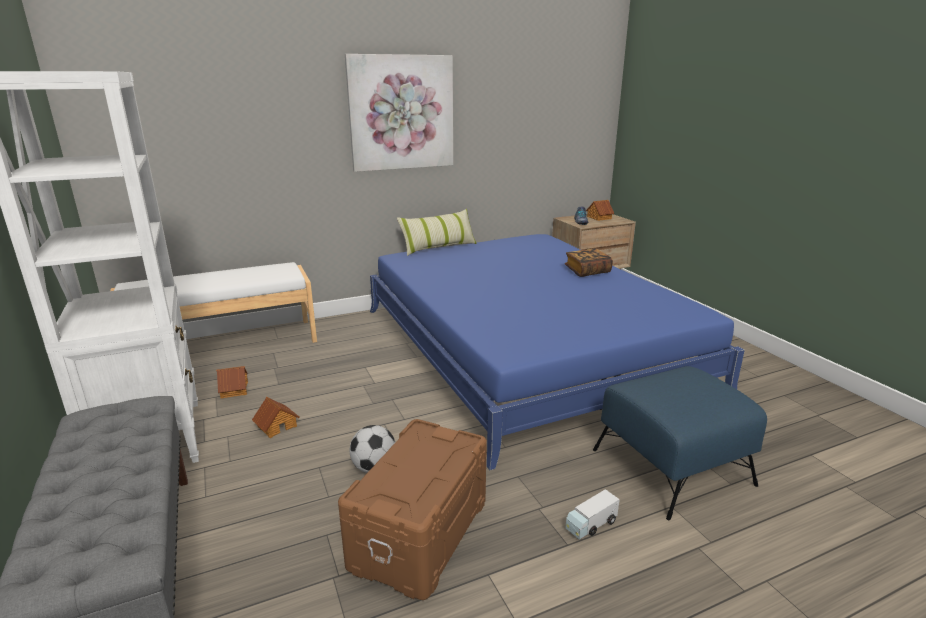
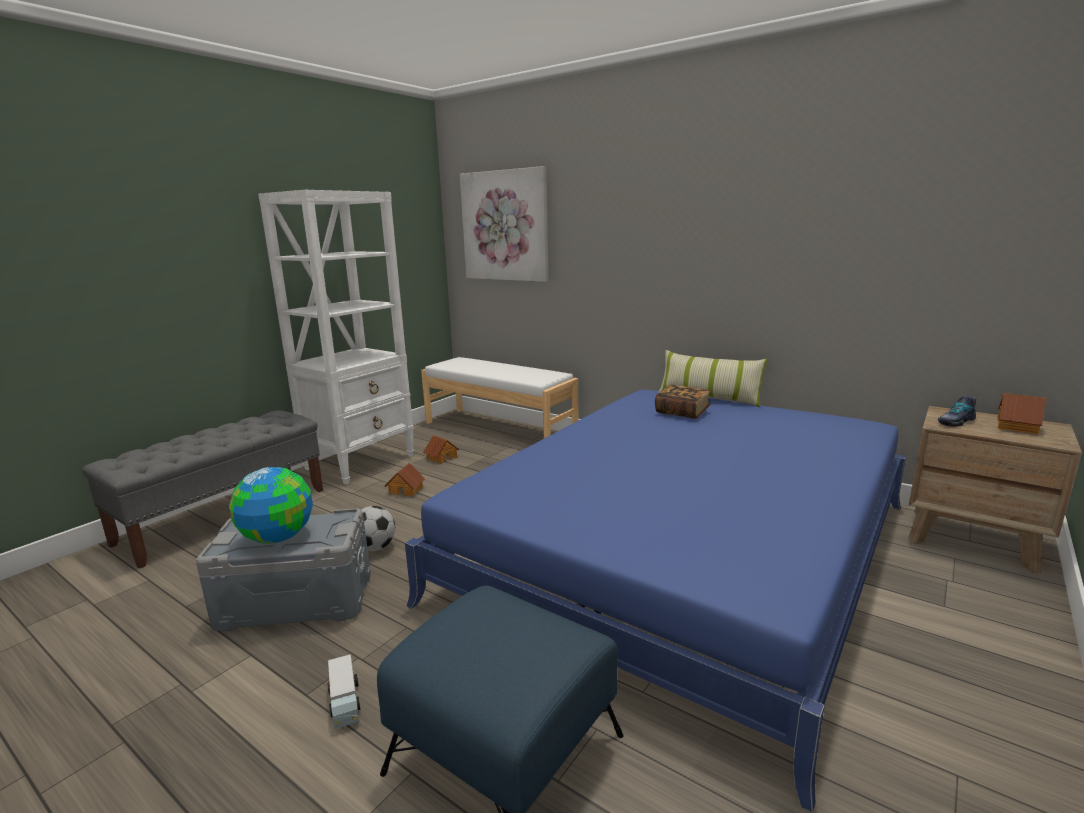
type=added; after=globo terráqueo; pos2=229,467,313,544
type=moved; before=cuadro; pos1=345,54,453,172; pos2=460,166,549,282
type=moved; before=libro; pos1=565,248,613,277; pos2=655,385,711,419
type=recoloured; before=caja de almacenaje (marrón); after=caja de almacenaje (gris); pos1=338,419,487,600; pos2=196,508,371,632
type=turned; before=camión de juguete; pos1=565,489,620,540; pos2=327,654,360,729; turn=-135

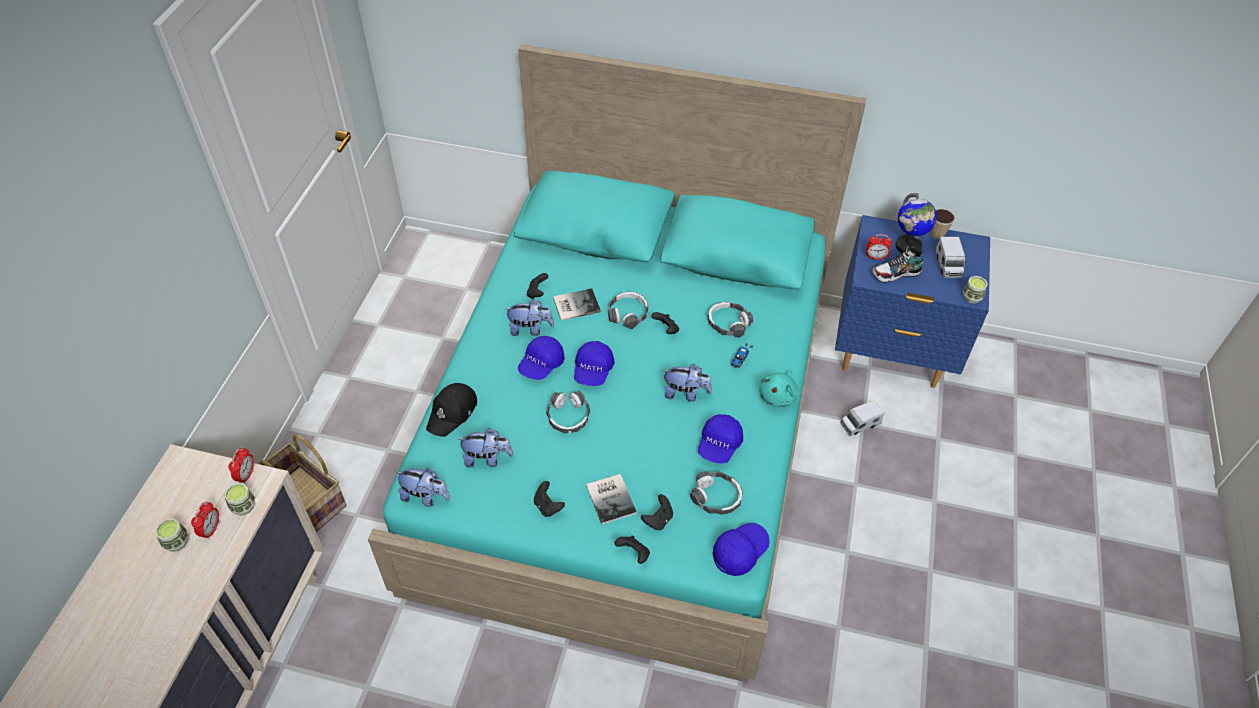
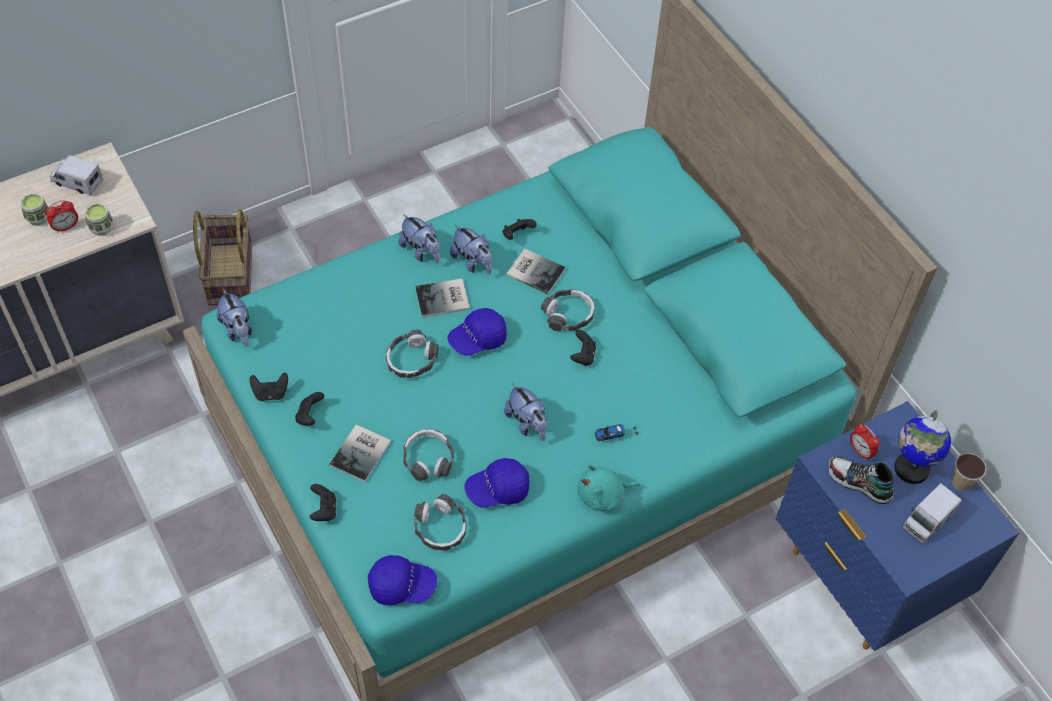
type=removed; before=despertador; pos1=228,447,254,484
type=removed; before=gorra (negro); pos1=426,383,477,437
type=removed; before=taza; pos1=963,276,988,304
type=moved; before=peluche; pos1=457,428,514,468; pos2=399,214,440,263
type=moved; before=mando de consola (negro); pos1=641,494,673,530; pos2=250,373,288,401
type=moved; before=auriculares; pos1=707,302,754,338; pos2=403,429,454,481
type=moved; before=camión de juguete; pos1=840,400,884,436; pos2=50,155,104,196
type=replaced; before=gorra (azul); after=libro; pos1=518,336,565,380; pos2=415,279,470,317

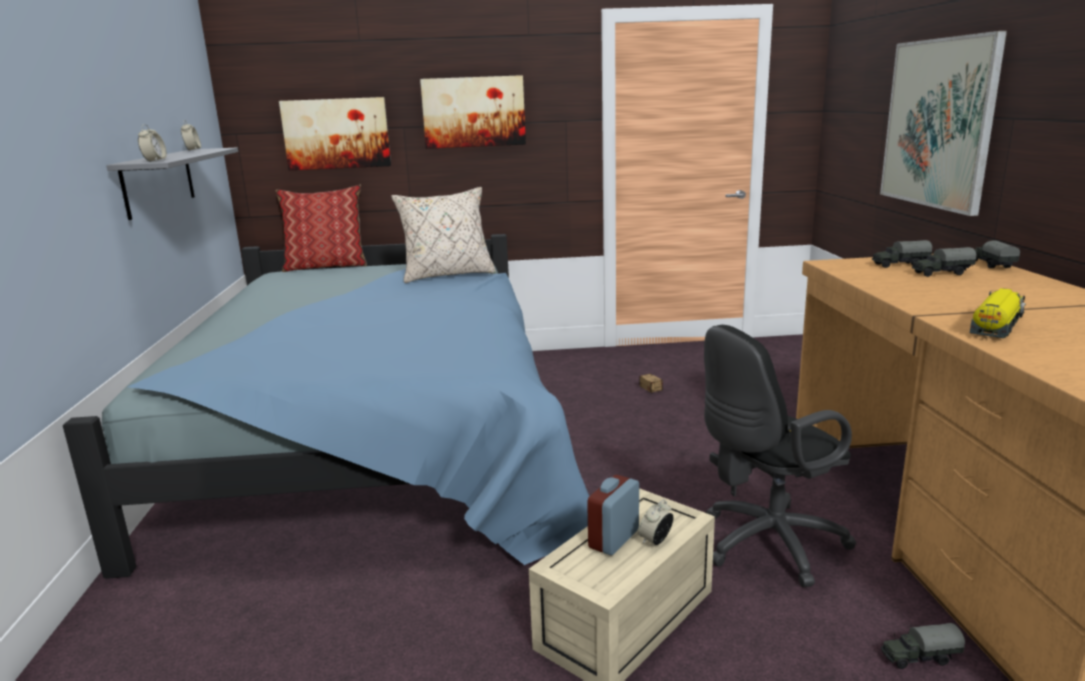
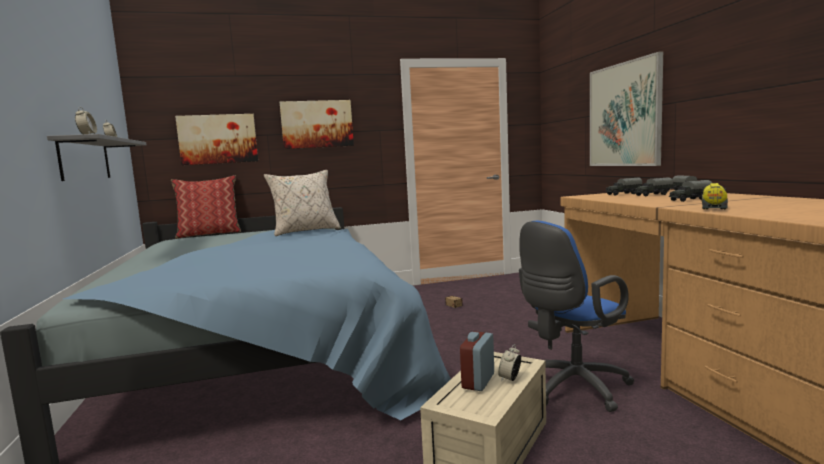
type=moved; before=camión de juguete; pos1=881,623,965,669; pos2=669,180,712,202
type=recoloured; before=silla de oficina (negro); after=silla de oficina (azul); pos1=704,325,856,587; pos2=519,221,635,412

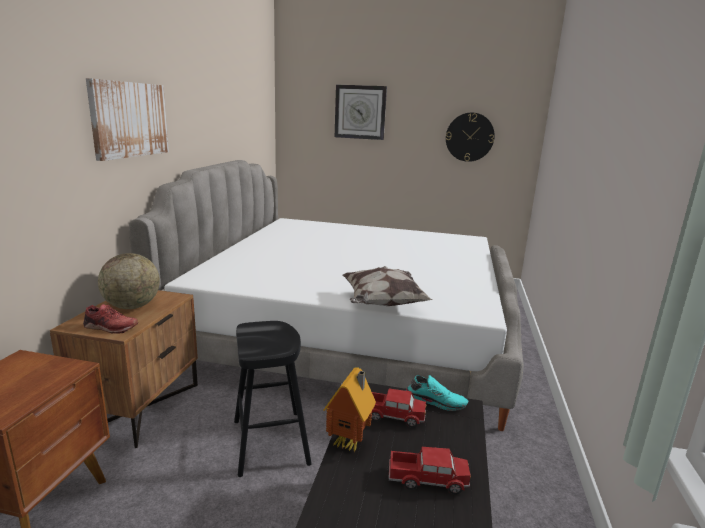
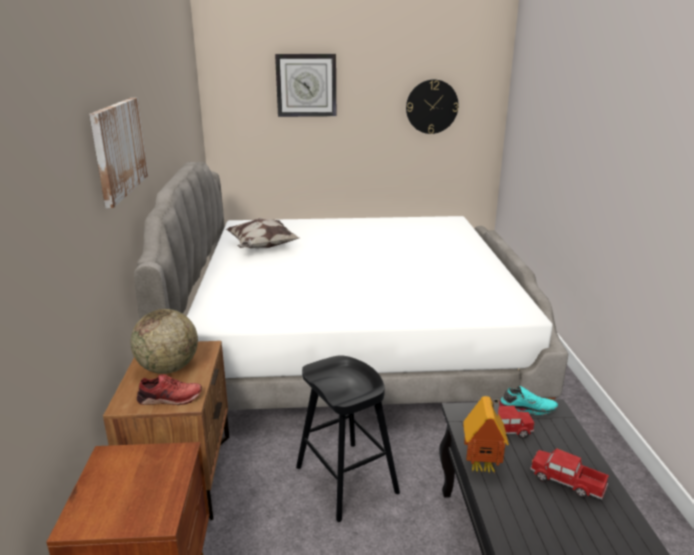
type=moved; before=cojín; pos1=342,266,432,306; pos2=226,218,299,249
type=turned; before=camión de juguete; pos1=389,447,471,495; pos2=530,448,609,500; turn=-135

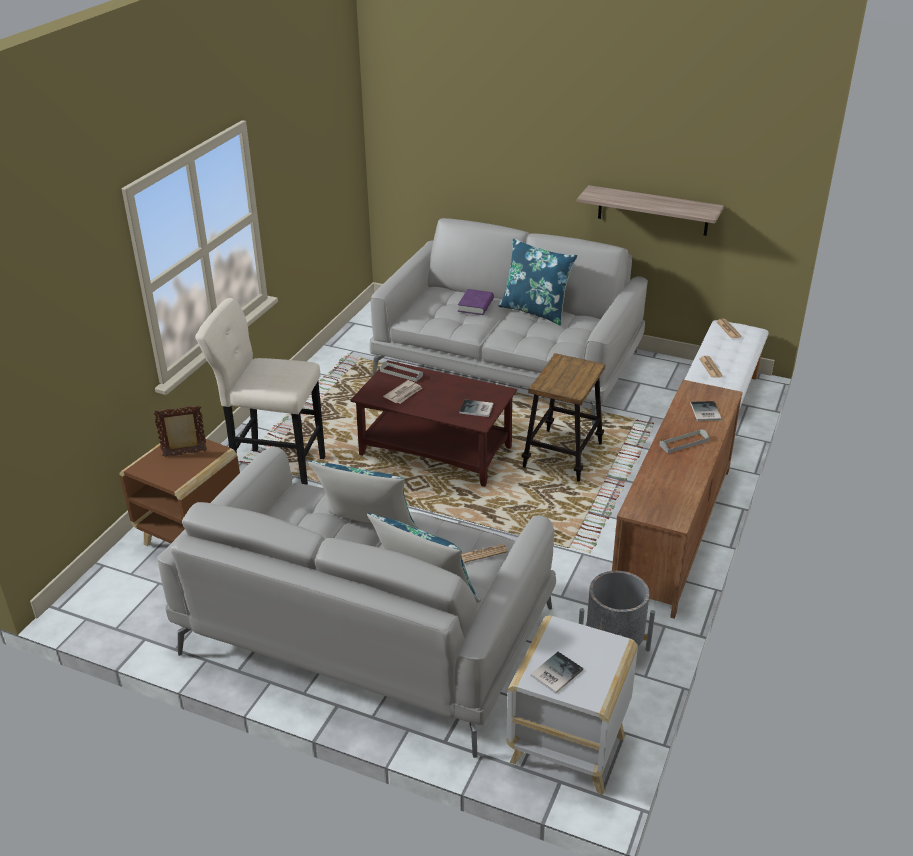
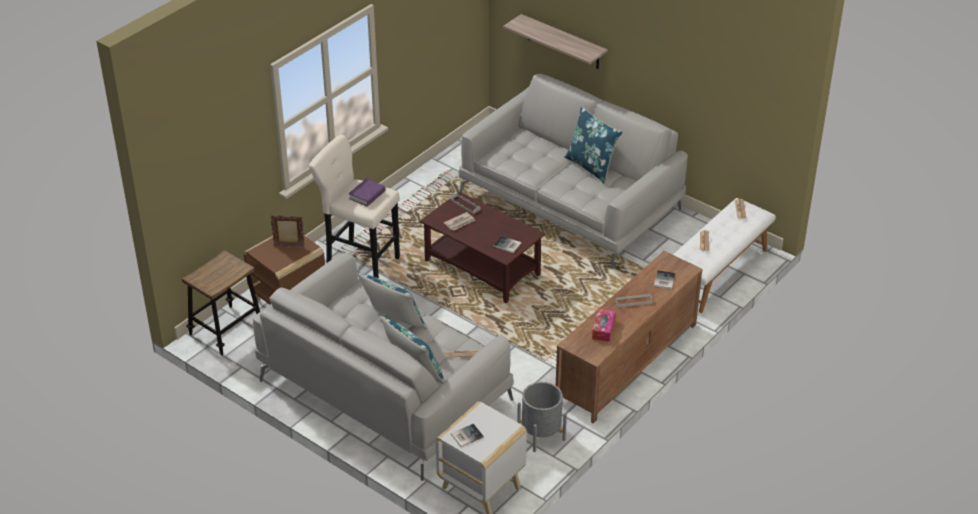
type=added; after=caja de pañuelos; pos2=592,308,616,342
type=moved; before=libro (morado); pos1=458,289,494,315; pos2=349,179,385,206
type=moved; before=taburete; pos1=522,353,605,482; pos2=182,250,260,355
type=moved; before=estante; pos1=577,185,724,236; pos2=503,14,608,69

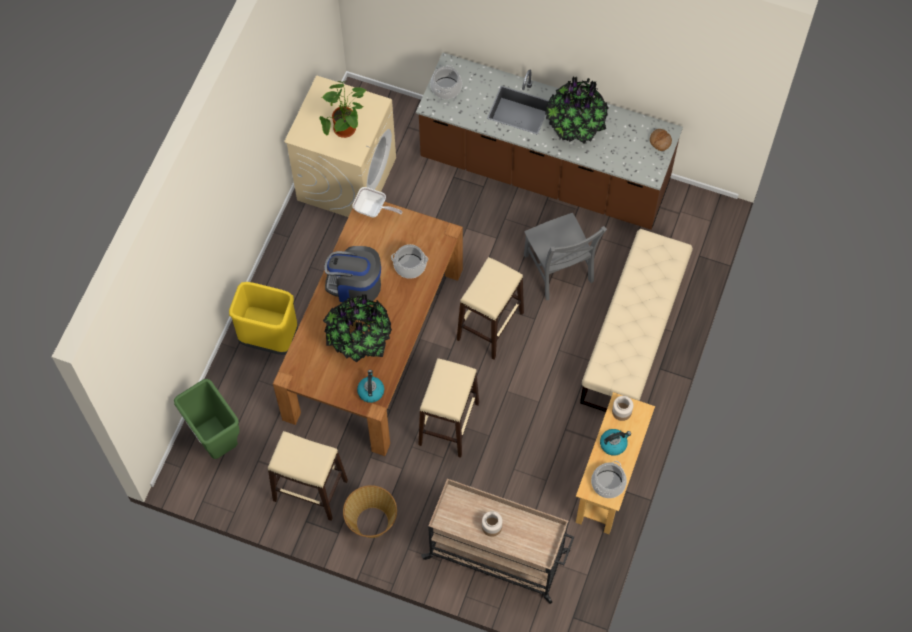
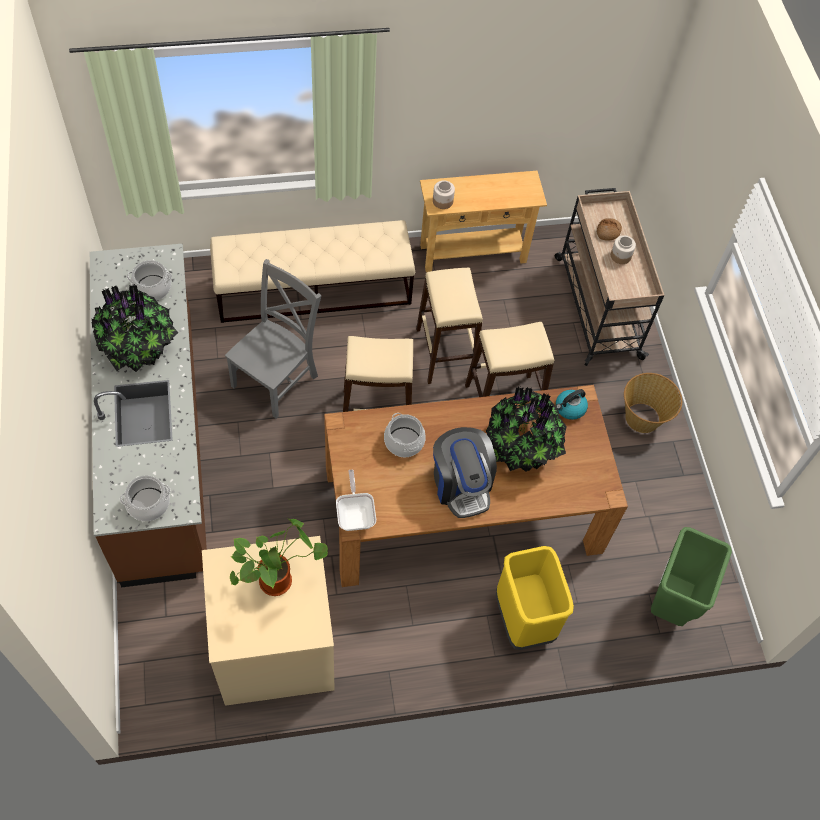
type=removed; before=hervidor; pos1=600,429,631,456
type=moved; before=taburete (beis); pos1=268,431,348,521; pos2=416,268,483,384
type=moved; before=olla; pos1=591,461,627,498; pos2=127,260,172,301
type=moved; before=pan; pos1=650,129,672,151; pos2=597,218,622,241

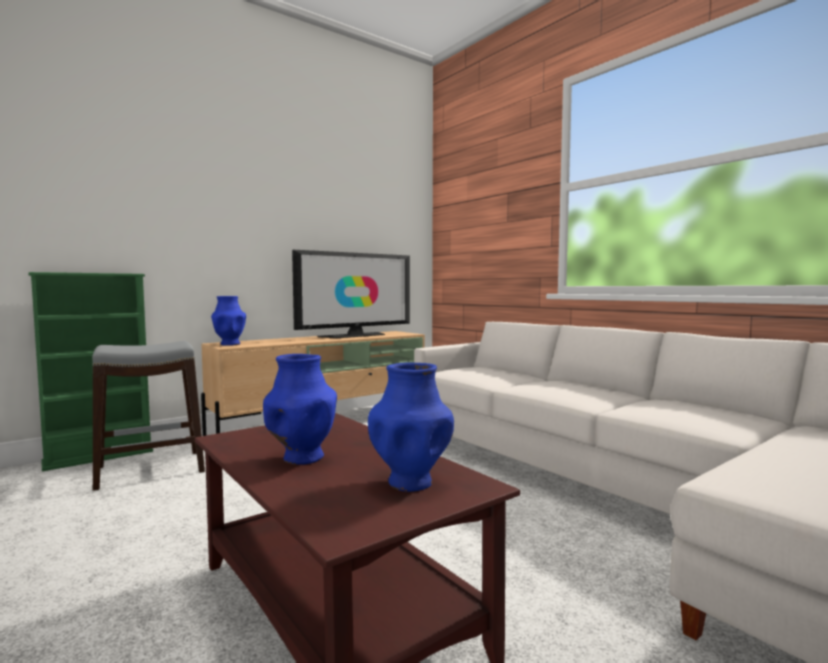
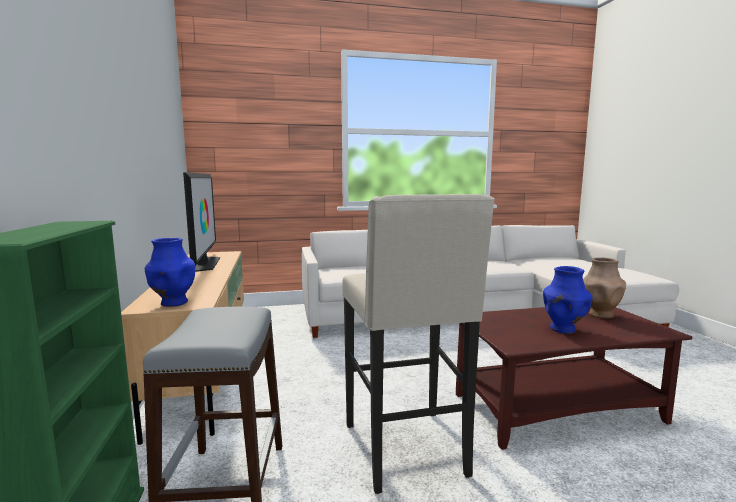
type=added; after=taburete (beis); pos2=342,194,495,494
type=recoloured; before=florero (azul); after=florero (marrón); pos1=368,362,454,492; pos2=583,257,626,319

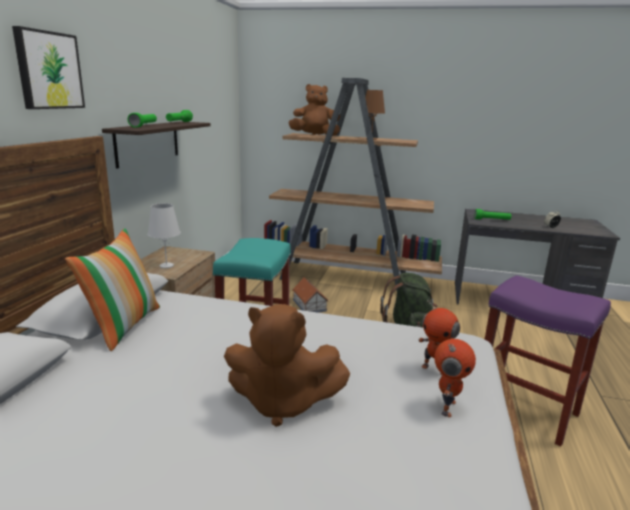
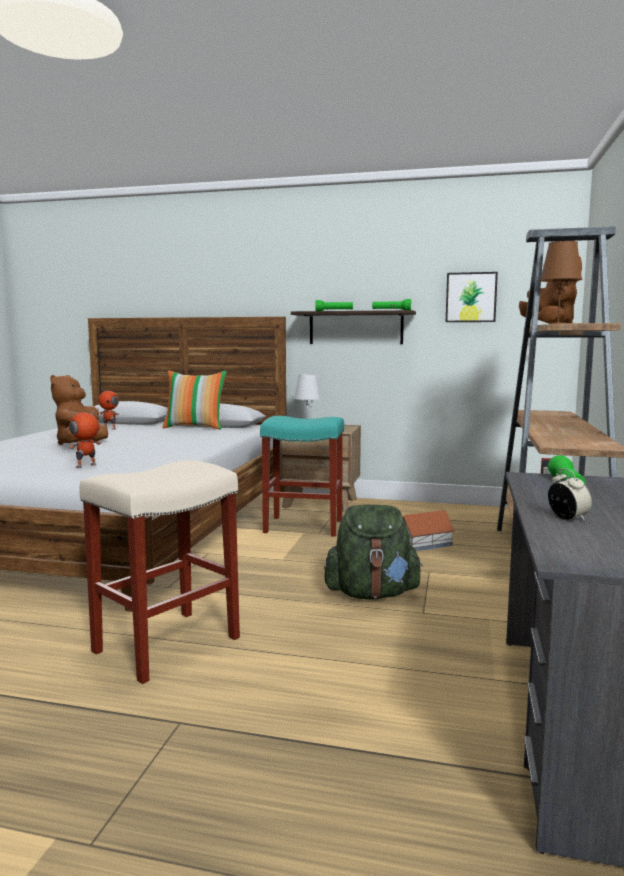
type=moved; before=cuadro; pos1=12,26,85,109; pos2=446,272,498,322
type=moved; before=robot de juguete; pos1=434,339,476,417; pos2=98,388,119,430
type=recoloured; before=taburete (morado); after=taburete (beis); pos1=485,276,611,447; pos2=79,460,240,684

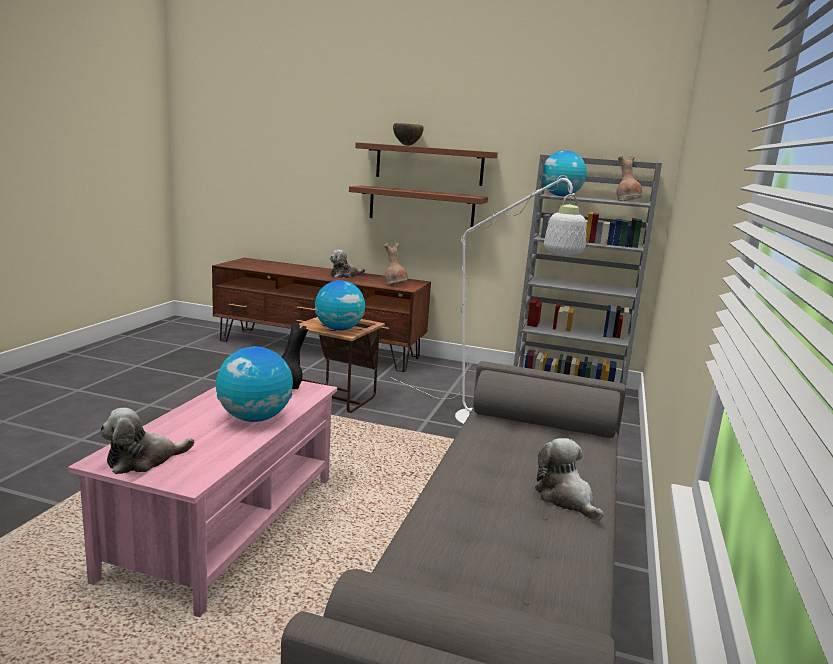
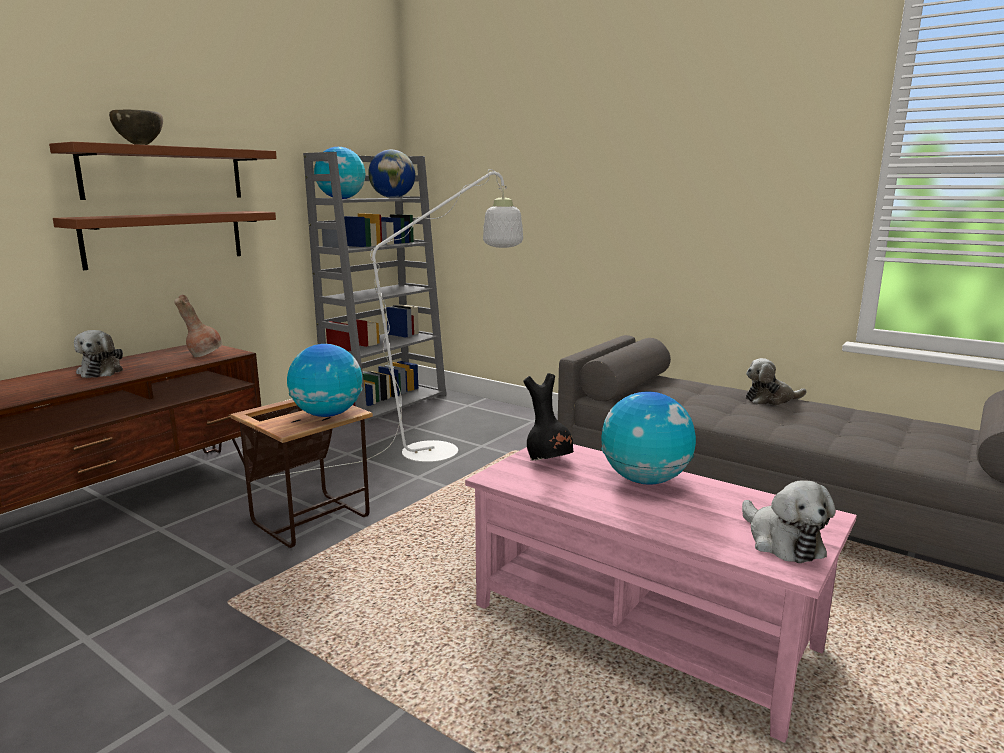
type=replaced; before=florero (marrón); after=globo terráqueo; pos1=616,155,642,201; pos2=368,150,415,198

